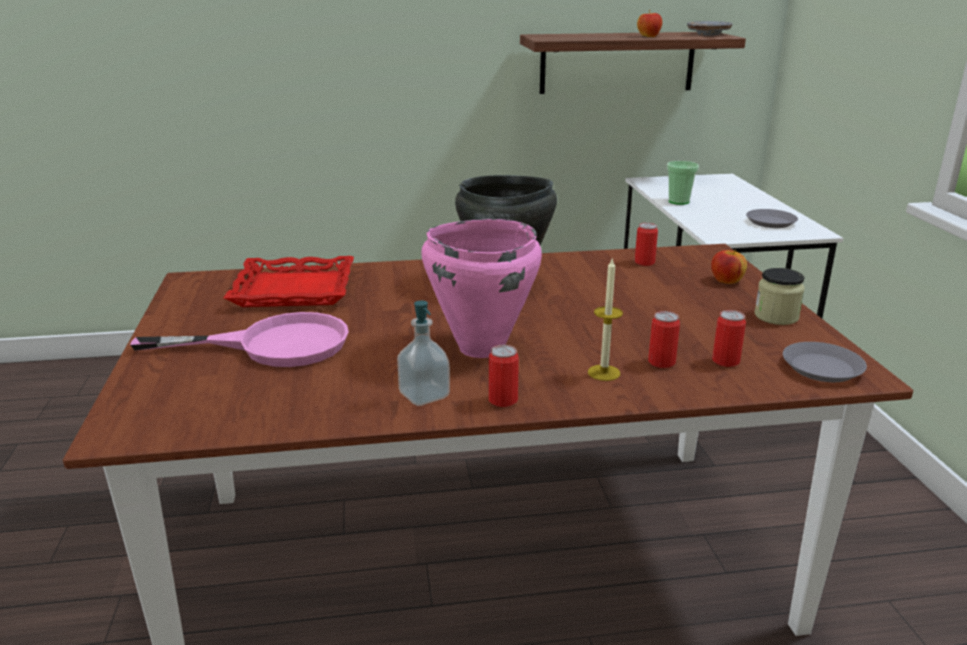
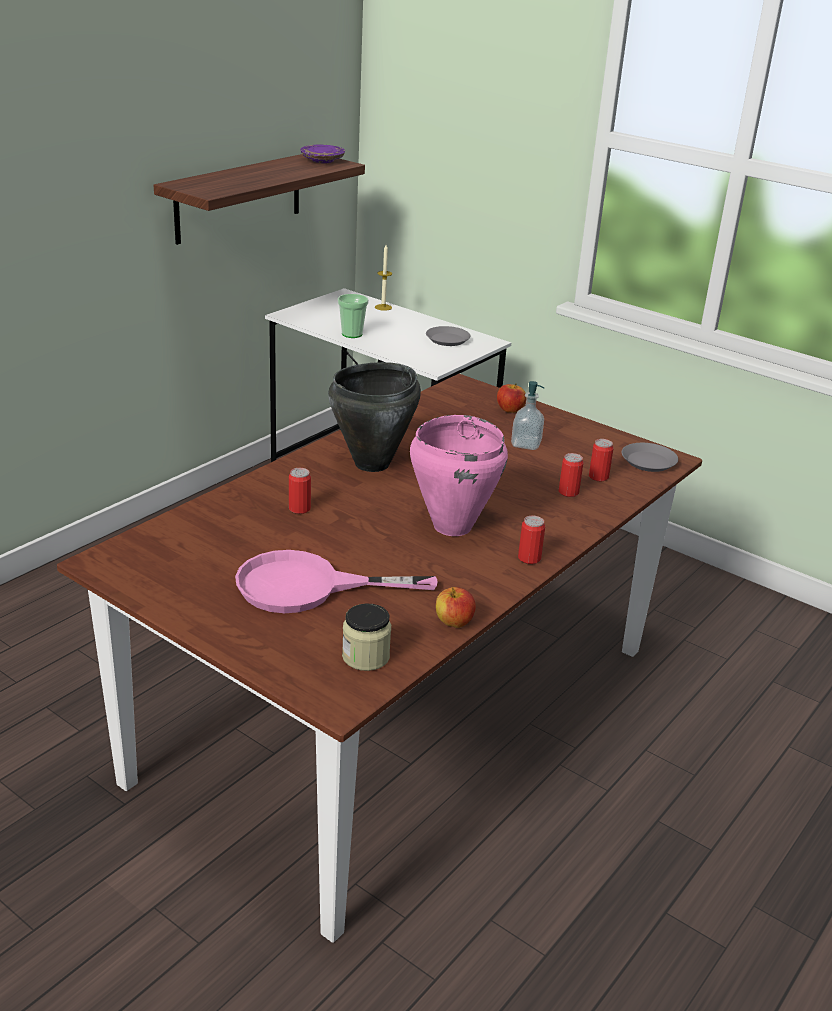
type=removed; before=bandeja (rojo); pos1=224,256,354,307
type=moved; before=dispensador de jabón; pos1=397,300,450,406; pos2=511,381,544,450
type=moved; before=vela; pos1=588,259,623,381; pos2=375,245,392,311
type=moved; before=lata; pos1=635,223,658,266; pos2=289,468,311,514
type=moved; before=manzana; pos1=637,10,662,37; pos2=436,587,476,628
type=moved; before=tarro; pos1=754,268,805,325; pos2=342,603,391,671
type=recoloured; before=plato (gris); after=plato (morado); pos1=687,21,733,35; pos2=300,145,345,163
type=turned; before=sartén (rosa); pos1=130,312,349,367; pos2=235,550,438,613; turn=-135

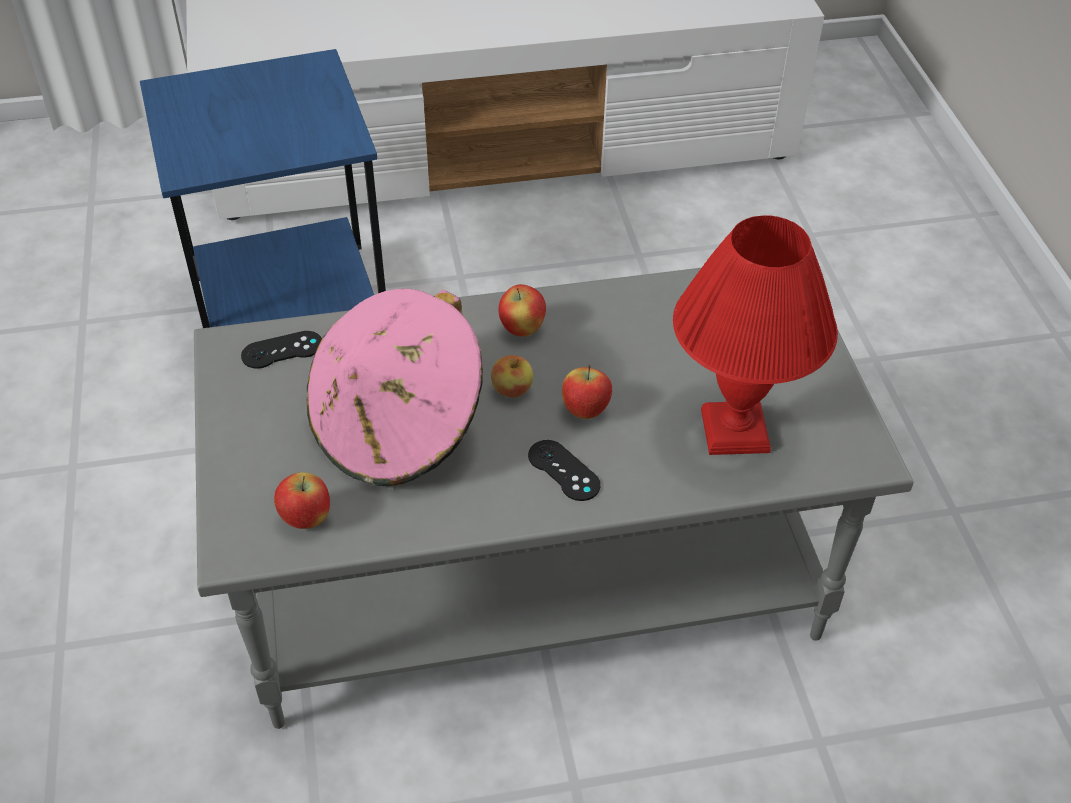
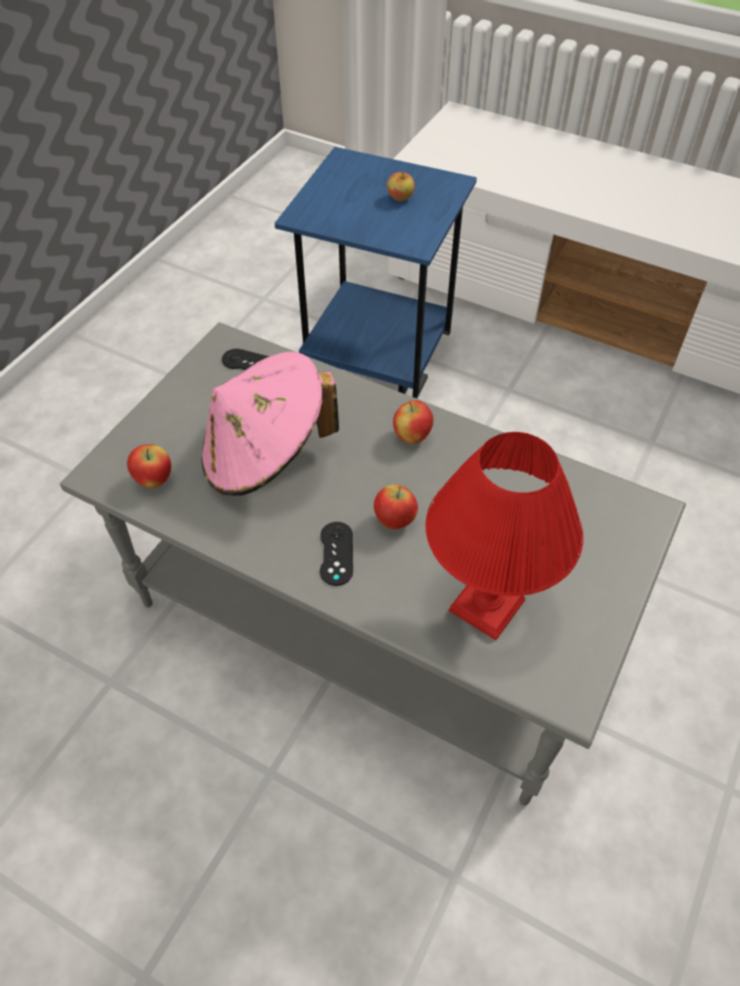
type=moved; before=manzana; pos1=491,355,533,398; pos2=387,172,415,201

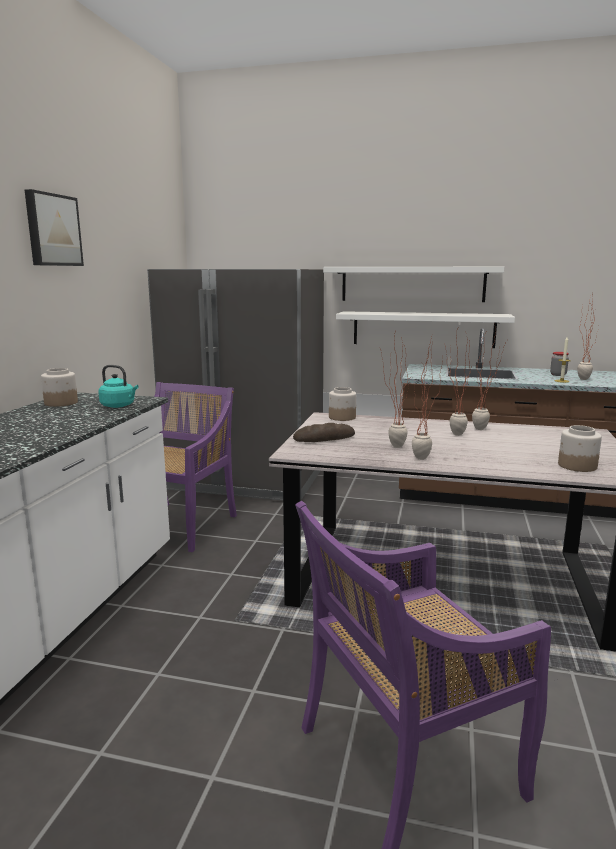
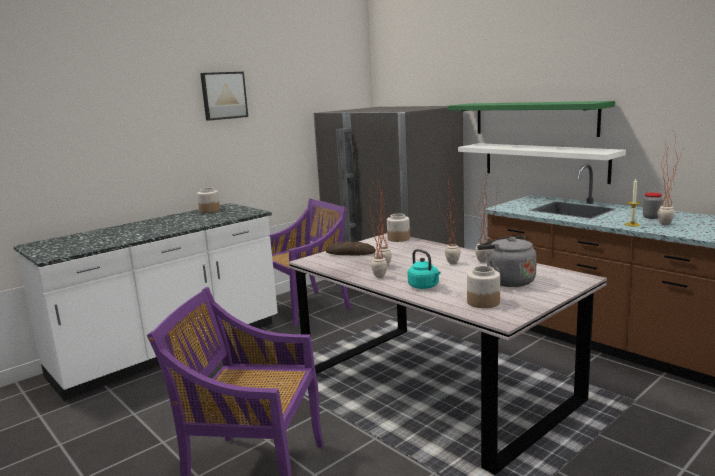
type=added; after=hervidor (gris); pos2=477,236,537,287
type=moved; before=hervidor (turquesa); pos1=98,365,138,408; pos2=408,249,440,289
type=recoloured; before=estante (blanco); after=estante (verde); pos1=323,267,504,302; pos2=448,101,615,137

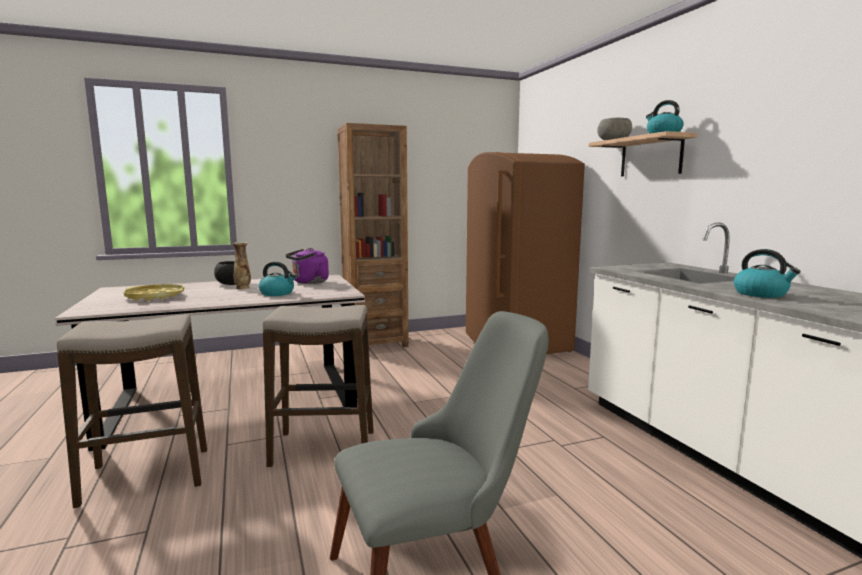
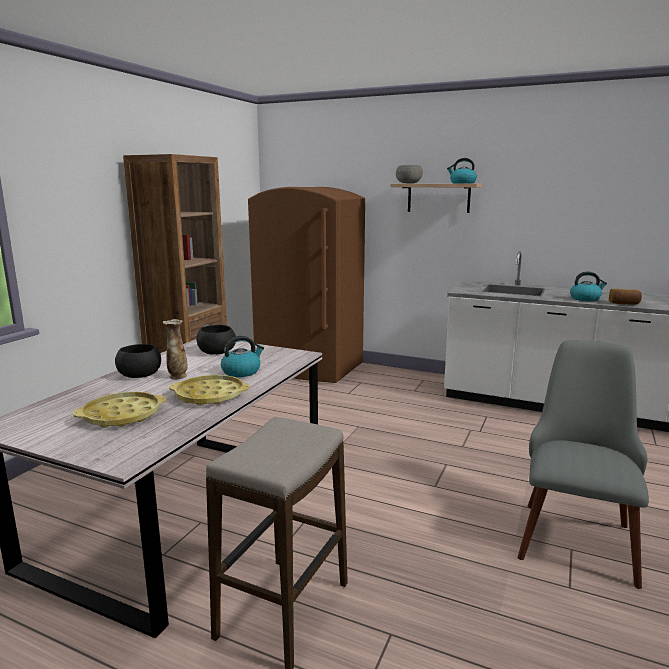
type=removed; before=taburete; pos1=263,305,374,467
type=added; after=bandeja (amarillo); pos2=169,375,250,406
type=added; after=pan; pos2=609,289,642,305
type=replaced; before=hervidor (morado); after=cuenco (negro); pos1=286,248,329,284; pos2=196,325,236,355

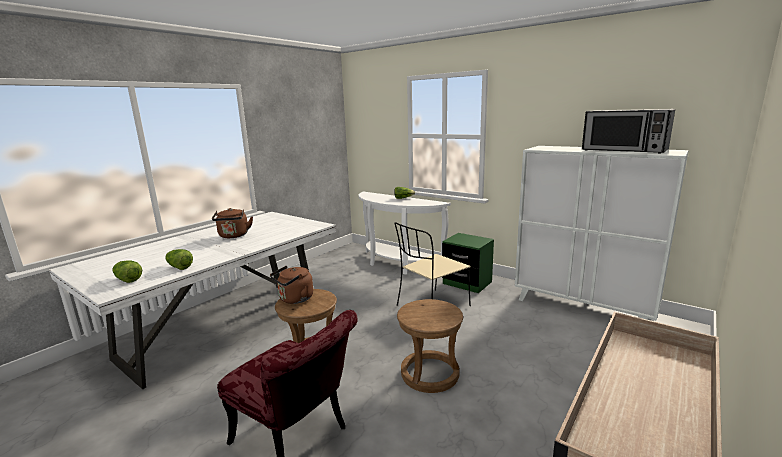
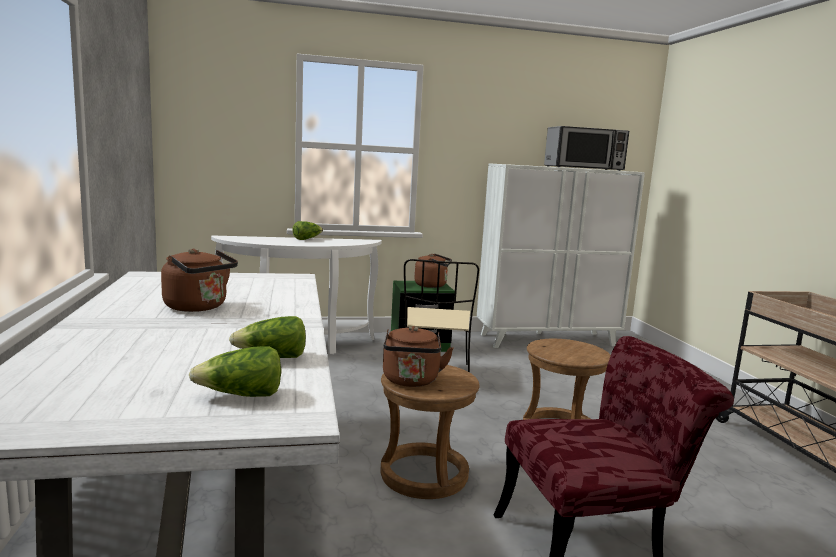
type=added; after=hervidor (marrón); pos2=414,254,452,288

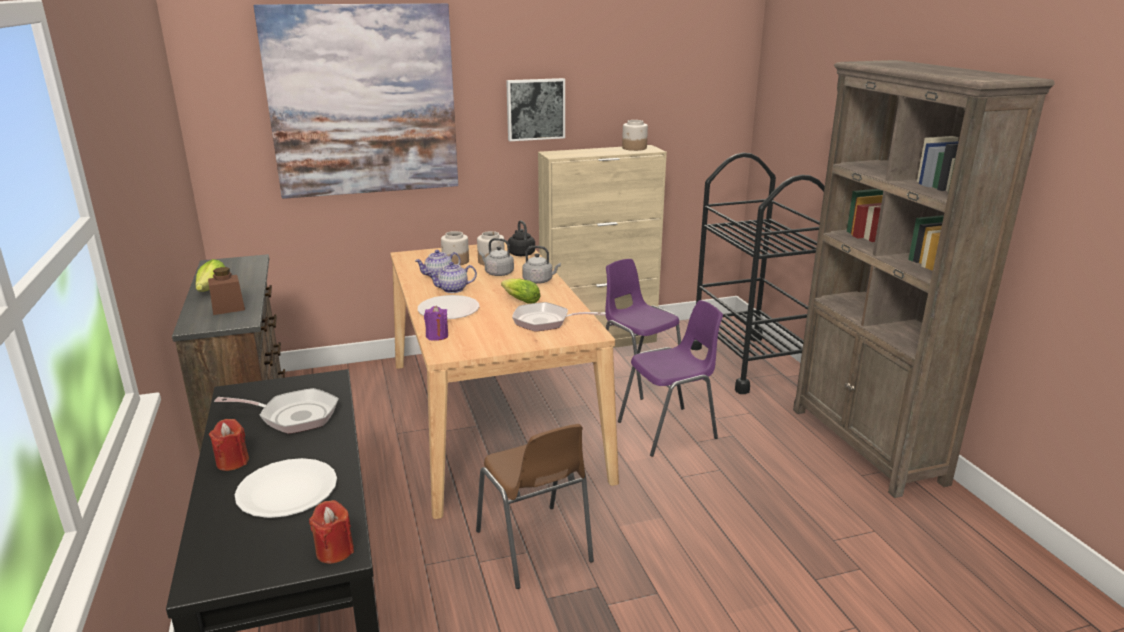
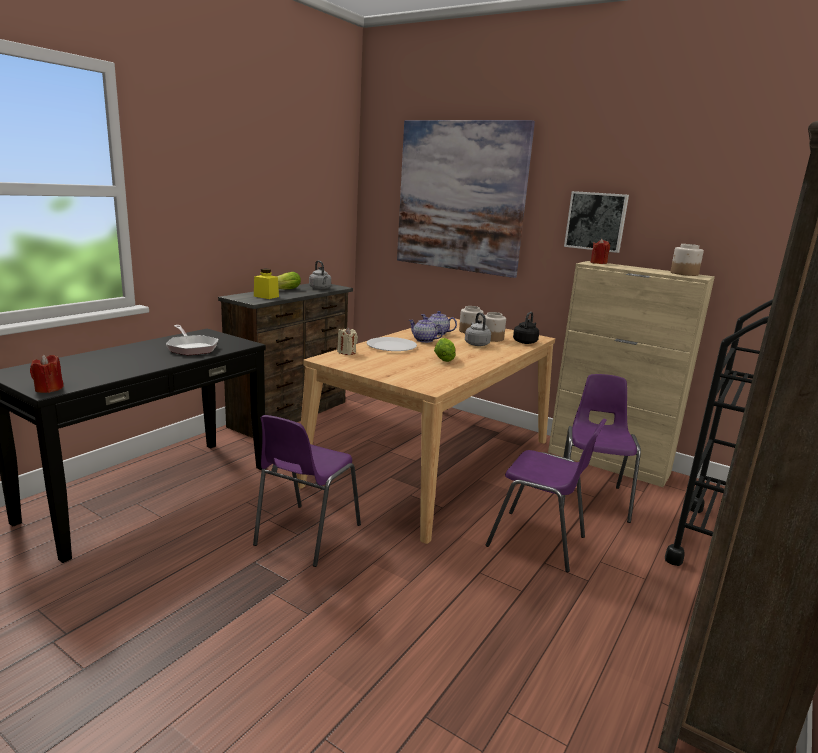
type=removed; before=plato (blanco); pos1=235,458,337,518
type=removed; before=sartén; pos1=512,302,606,332
type=moved; before=vela (rojo); pos1=209,419,249,471; pos2=591,239,610,264
type=moved; before=hervidor (gris); pos1=522,246,561,284; pos2=309,260,331,289
type=recoloured; before=tarro (marrón); after=tarro (amarillo); pos1=208,267,245,315; pos2=254,269,279,299
type=recoloured; before=vela (morado); after=vela (beis); pos1=424,306,448,341; pos2=337,327,358,355
type=recoloured; before=silla (marrón); after=silla (morado); pos1=476,424,594,589; pos2=253,415,361,567

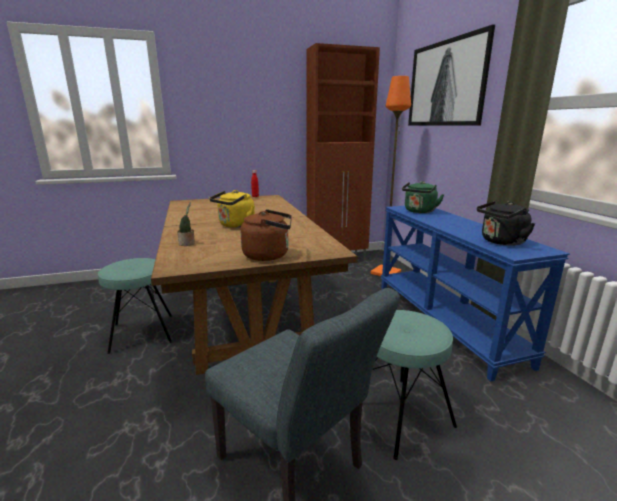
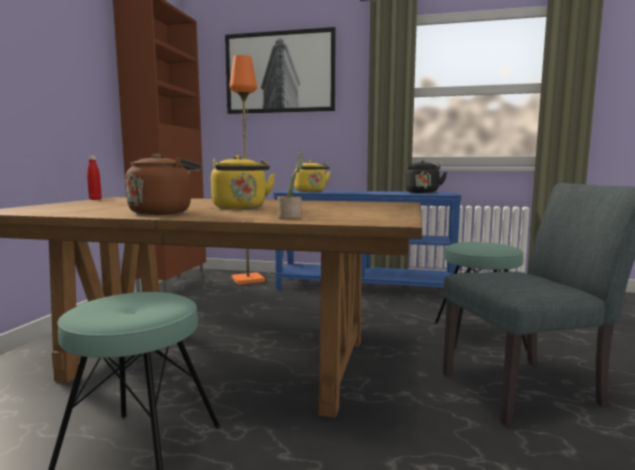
type=moved; before=hervidor (marrón); pos1=240,209,292,261; pos2=126,153,201,215
type=recoloured; before=hervidor (verde); after=hervidor (amarillo); pos1=402,181,444,213; pos2=294,161,331,192

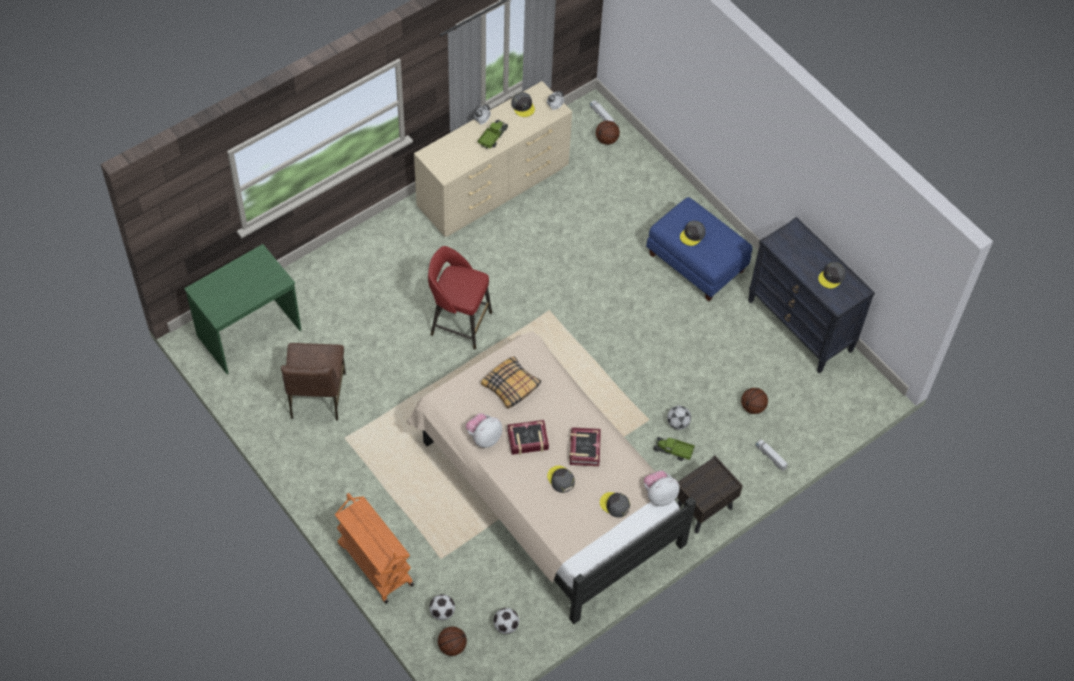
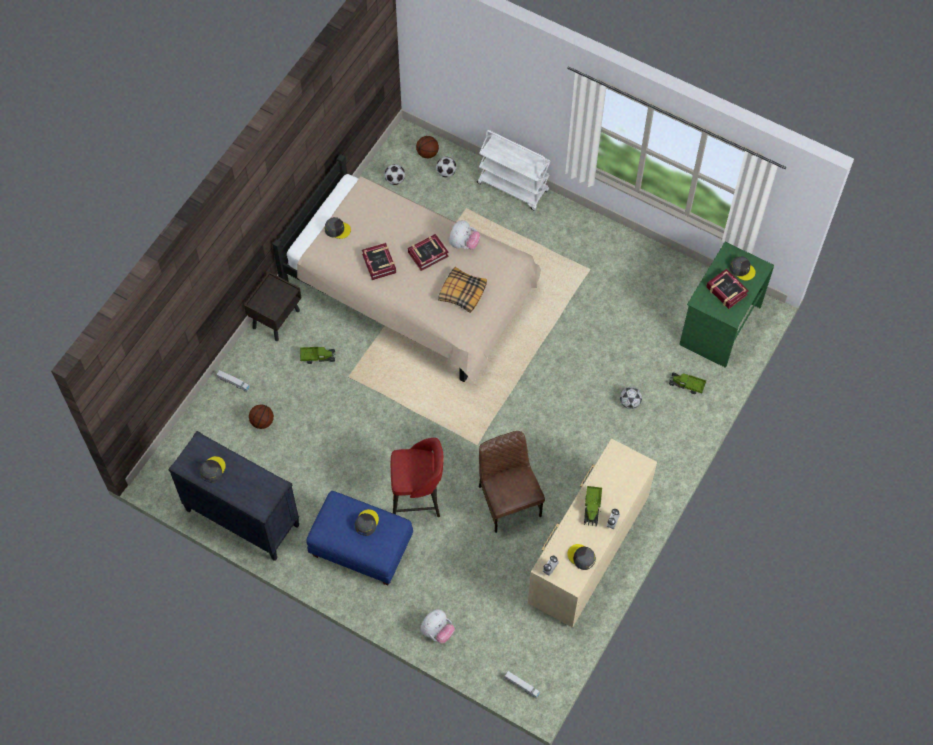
type=removed; before=balón de baloncesto; pos1=596,120,620,145
type=added; after=camión de juguete; pos2=668,373,706,394
type=added; after=libro; pos2=706,269,749,309
type=moved; before=silla (marrón); pos1=281,343,346,421; pos2=479,431,545,533
type=moved; before=taburete (rojo); pos1=428,246,492,350; pos2=391,438,444,517
type=moved; before=gorra (gris); pos1=547,466,575,493; pos2=729,256,756,281
type=moved; before=peluche; pos1=644,470,680,506; pos2=420,609,455,643
type=moved; before=balón de fútbol; pos1=667,406,691,430; pos2=620,387,642,409
type=recoloured; before=carrito (naranja); after=carrito (blanco); pos1=335,493,414,604; pos2=477,130,551,210

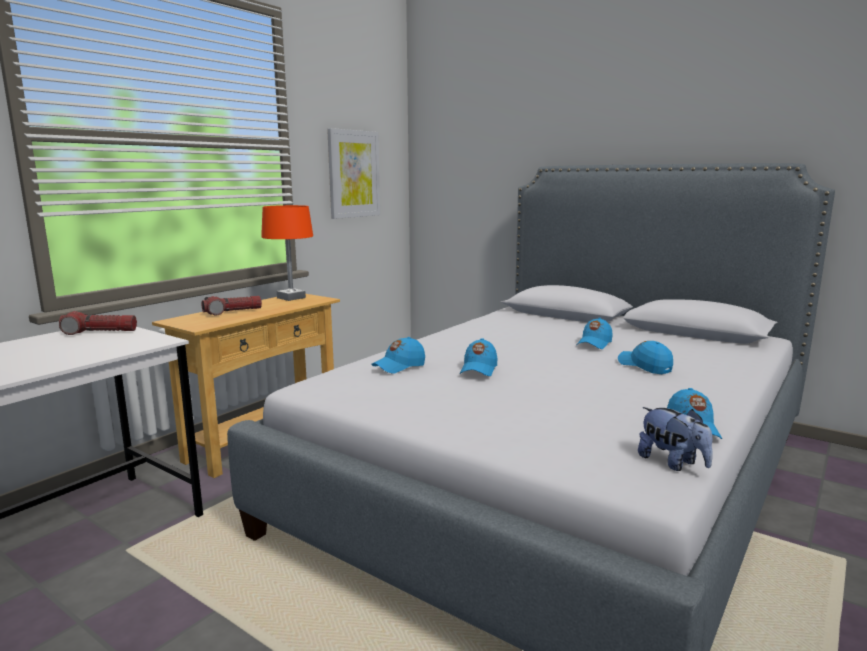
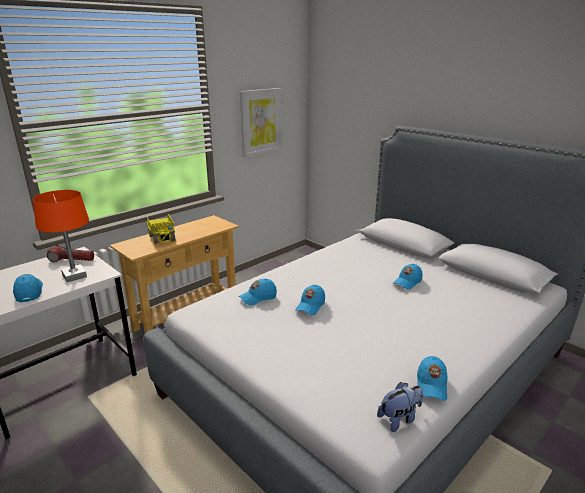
type=moved; before=lámpara de mesa (naranja); pos1=261,205,313,301; pos2=33,190,89,282
type=moved; before=gorra (azul); pos1=618,341,673,374; pos2=13,274,43,302
type=replaced; before=linterna; after=camión de juguete; pos1=202,296,262,315; pos2=147,214,175,244
type=turned; before=peluche; pos1=638,407,713,471; pos2=377,382,423,432; turn=-90

